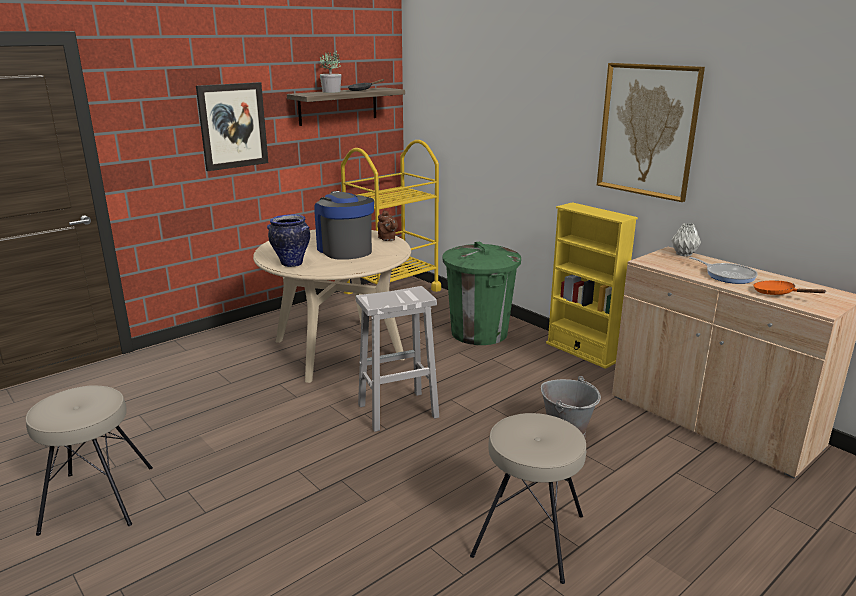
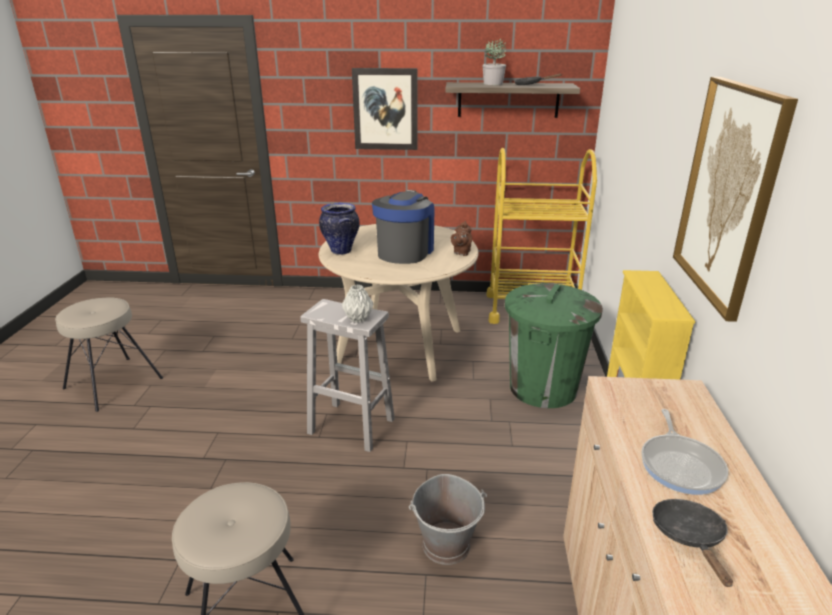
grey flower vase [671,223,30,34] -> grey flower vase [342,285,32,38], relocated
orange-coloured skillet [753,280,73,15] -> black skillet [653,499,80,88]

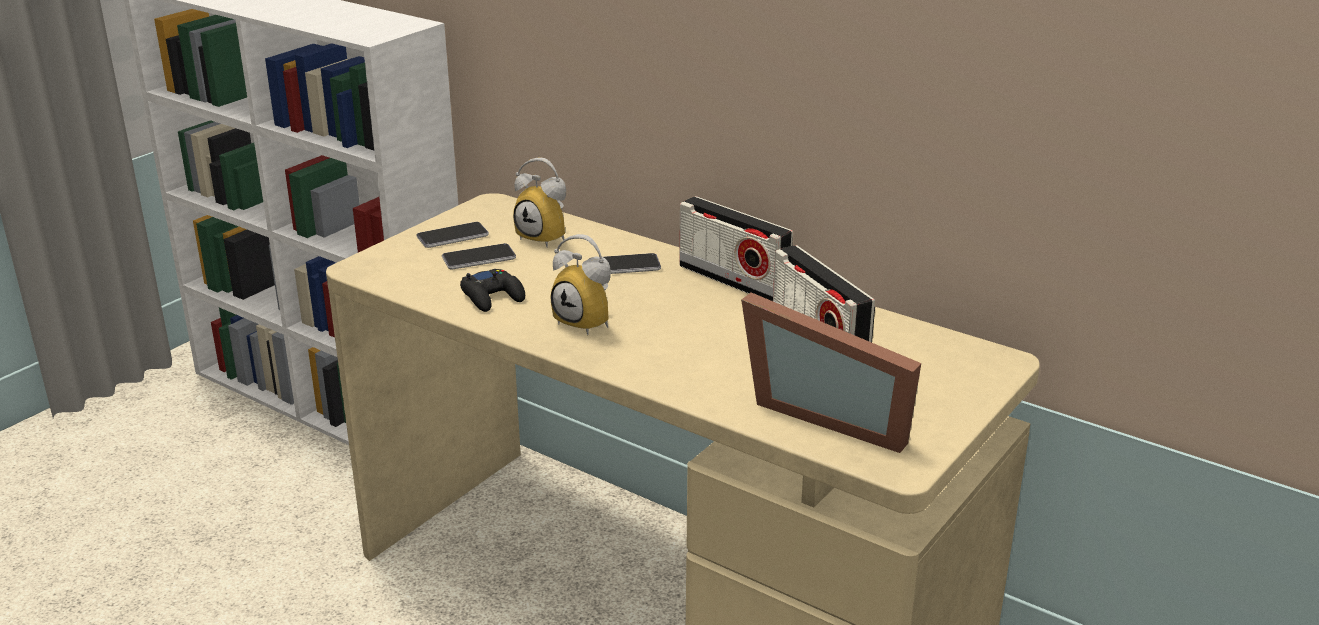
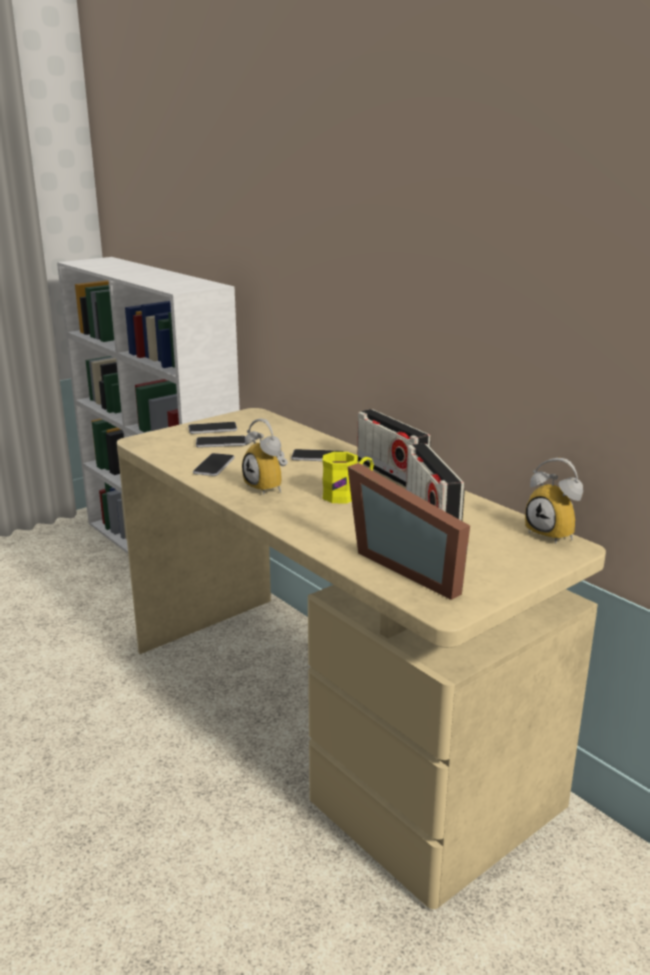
black game controller [460,269,65,43] -> telephone [193,453,42,23]
none -> yellowish mug [322,452,52,52]
table clock [513,158,53,90] -> table clock [525,458,58,86], relocated

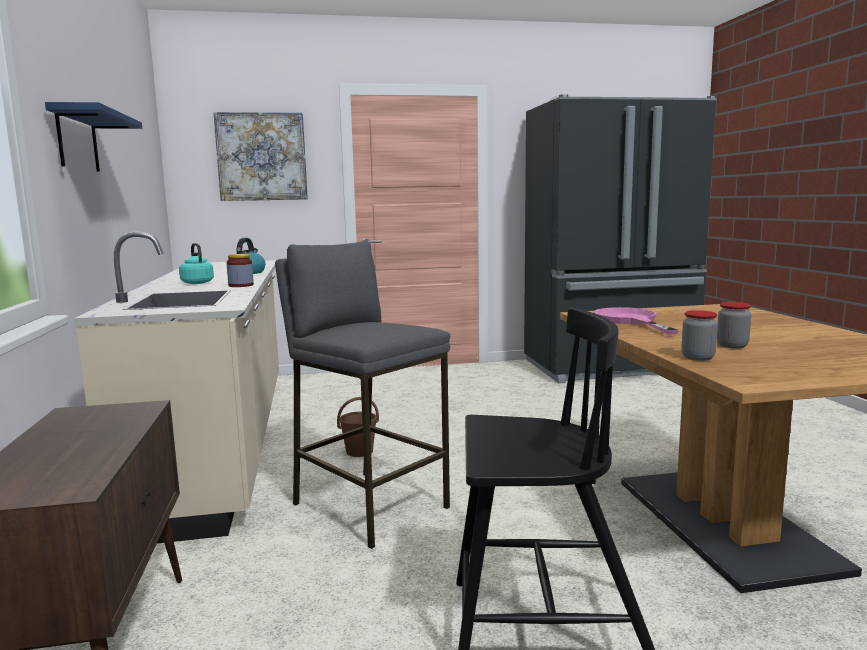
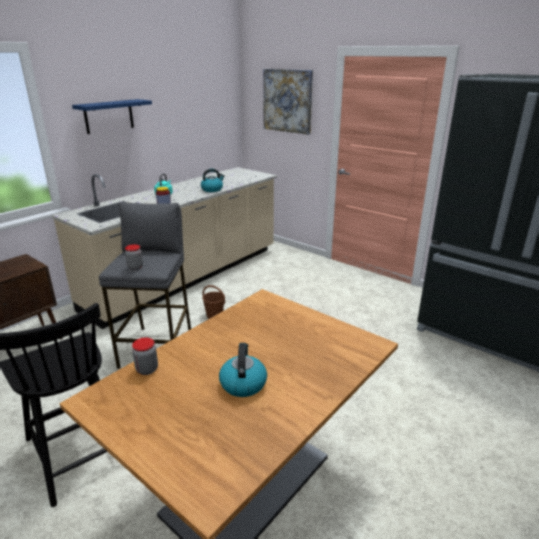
jar [717,302,34,47] -> jar [125,244,18,26], relocated
none -> kettle [219,343,48,54]
pink-coloured skillet [594,307,85,28] -> none

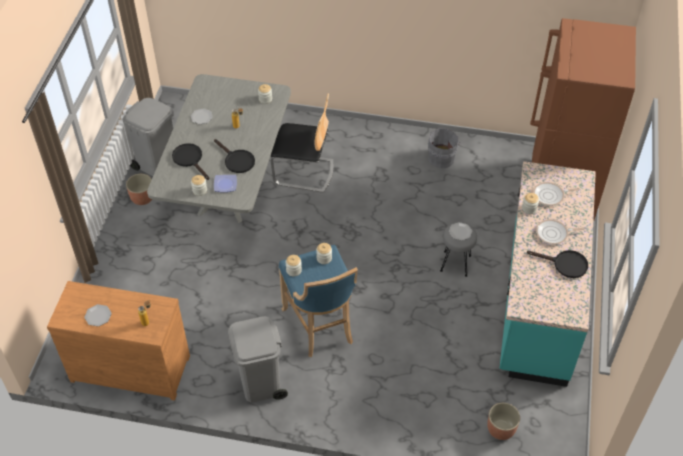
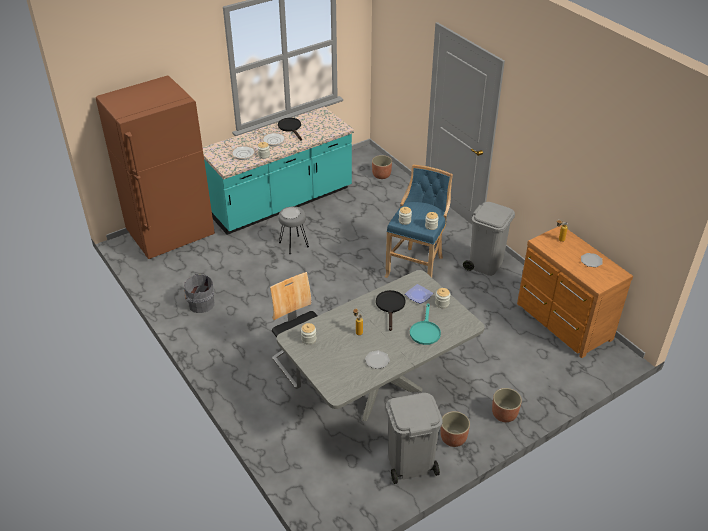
black skillet [172,143,37,37] -> turquoise-coloured skillet [410,303,31,42]
none -> flower pot [492,388,30,34]

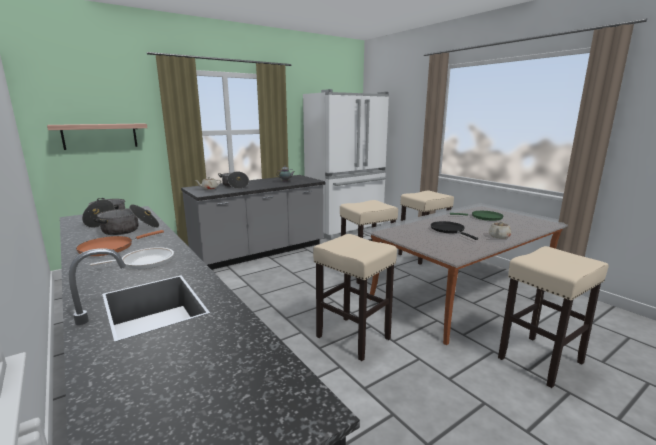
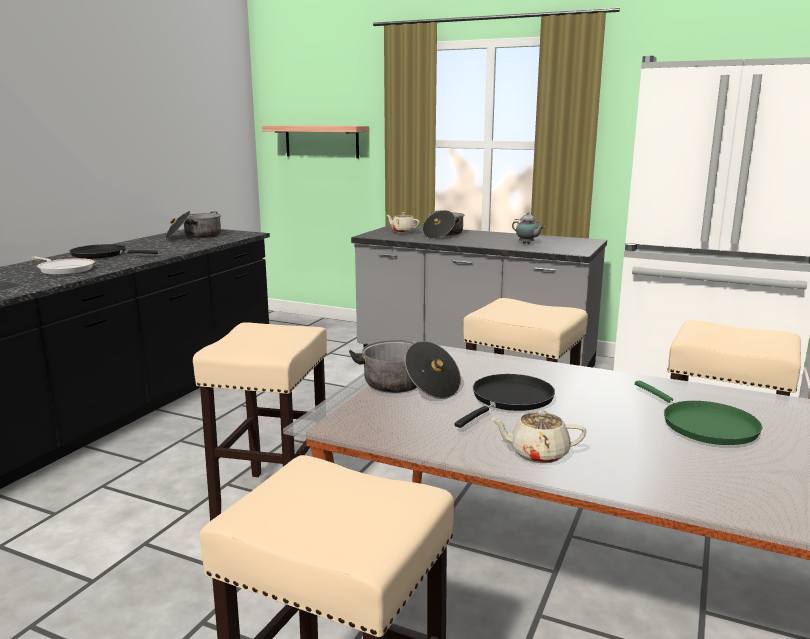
orange-coloured skillet [76,230,88,26] -> black skillet [70,244,88,15]
cooking pot [93,205,67,30] -> cooking pot [349,340,112,59], relocated

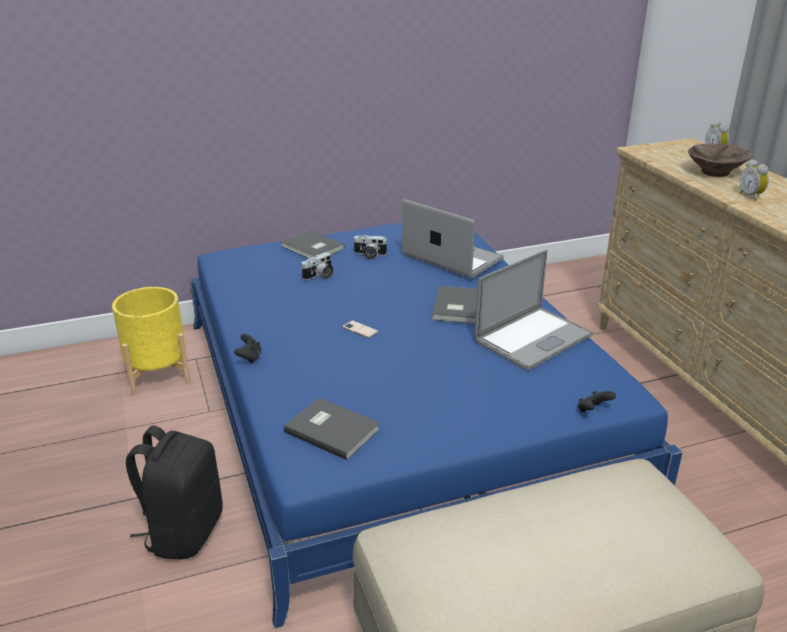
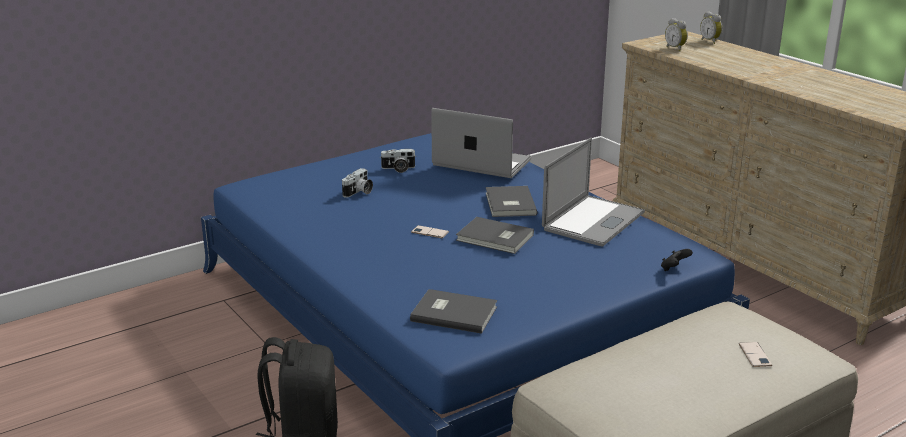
grey book [281,230,64,28] -> grey book [456,217,78,37], relocated
table clock [740,159,29,42] -> table clock [665,18,23,33], relocated
none -> telephone [739,342,33,25]
yellowish flower pot [112,287,79,108] -> none
black game controller [234,334,27,29] -> none
brownish bowl [688,143,64,34] -> none

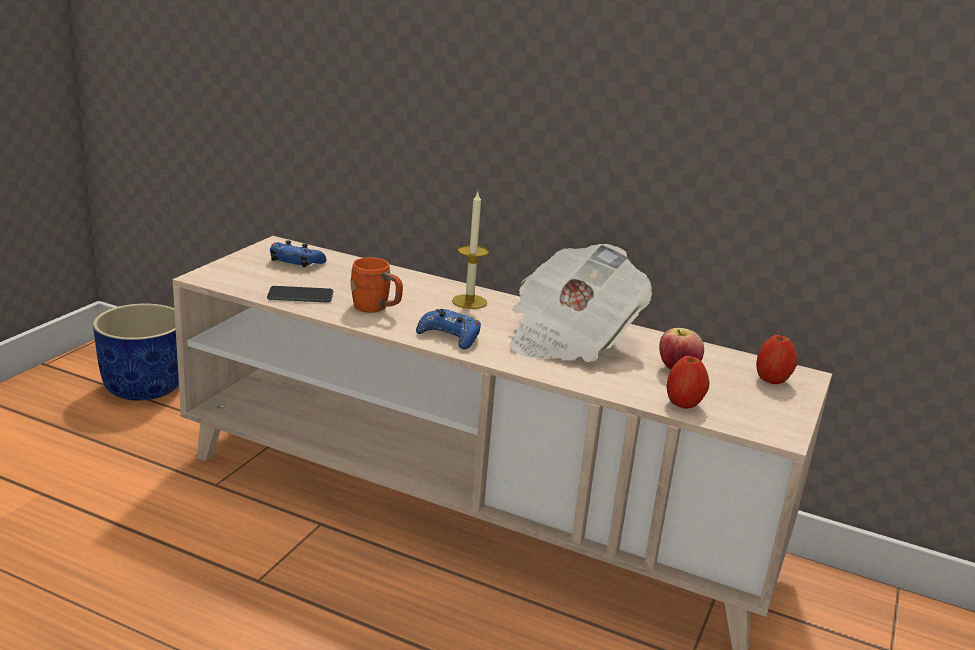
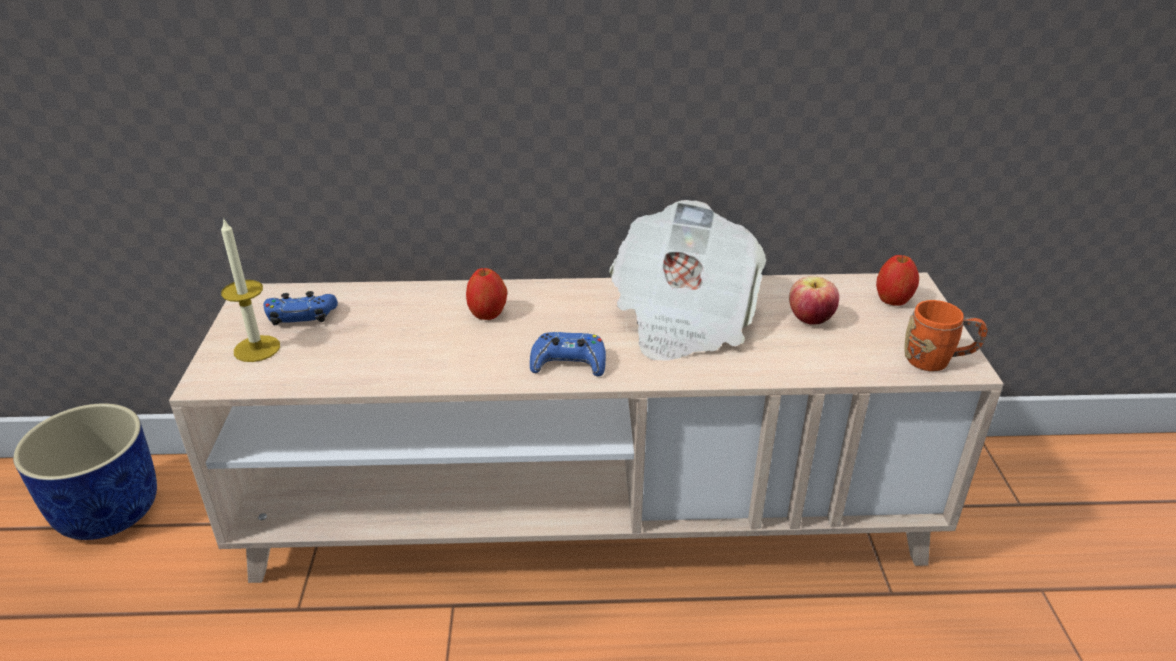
wax candle [452,192,37,117] -> wax candle [221,217,59,145], relocated
apple fruit [667,356,43,53] -> apple fruit [466,268,41,52], relocated
orange-coloured mug [350,257,53,56] -> orange-coloured mug [905,300,82,71], relocated
telephone [267,286,67,16] -> none

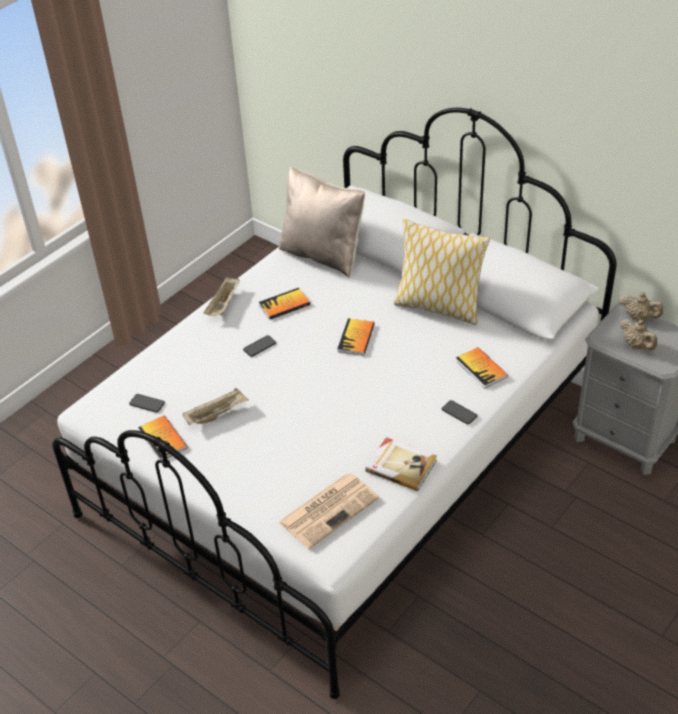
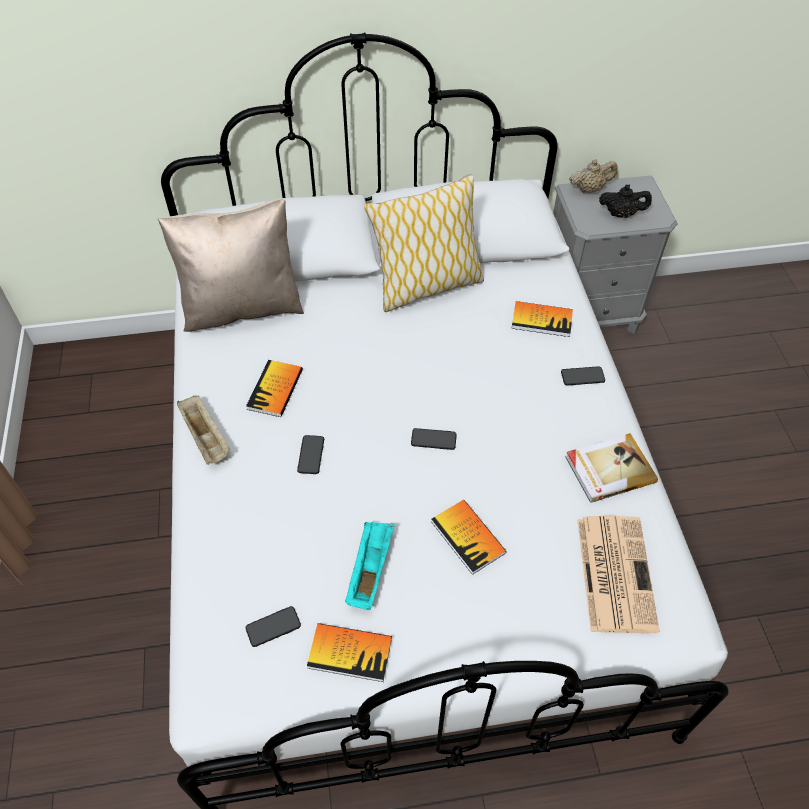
beige-coloured carrying tray [183,388,66,37] -> turquoise-coloured carrying tray [345,522,50,88]
none -> telephone [411,428,46,22]
book [337,319,38,37] -> book [431,500,76,75], relocated
beige-coloured tea pot [620,319,37,31] -> black tea pot [599,185,53,33]

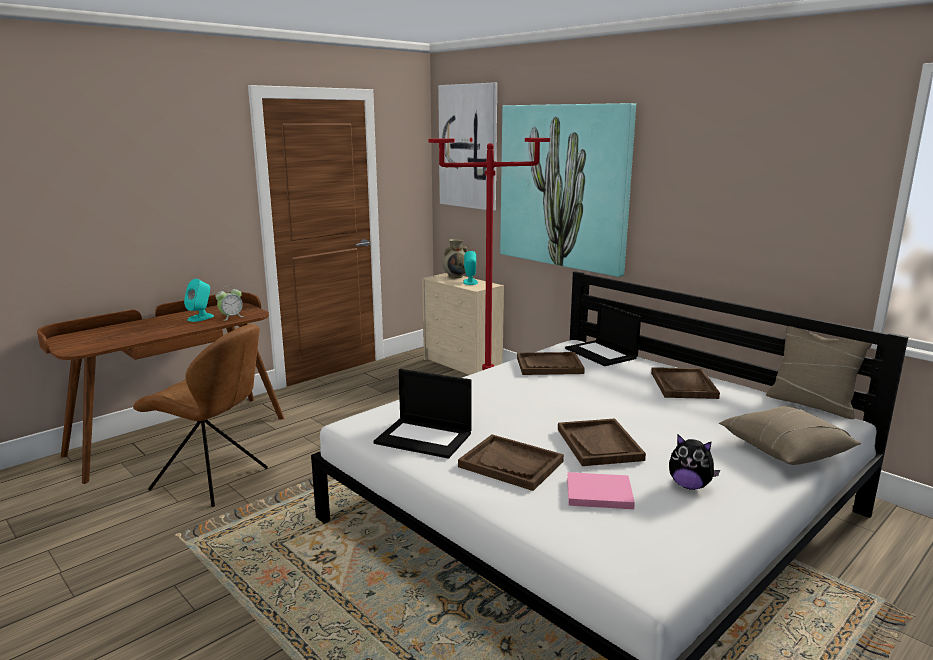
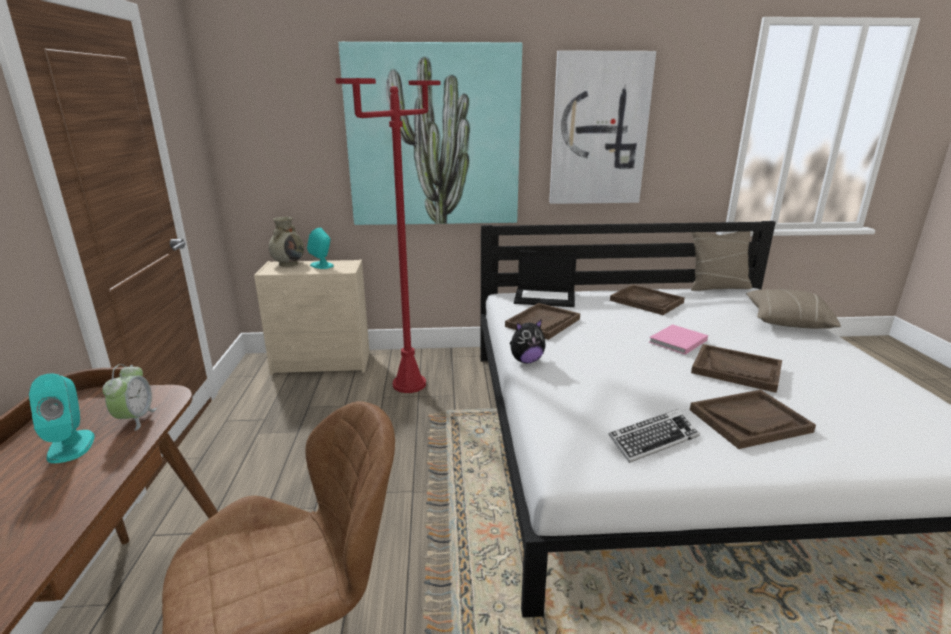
plush toy [669,435,51,55] -> plush toy [510,319,36,44], relocated
wall picture [438,82,59,129] -> wall picture [549,50,107,154], relocated
notebook computer [374,369,98,90] -> PC keyboard [608,409,92,54]
pink-coloured book [567,472,68,37] -> pink-coloured book [649,324,59,31], relocated

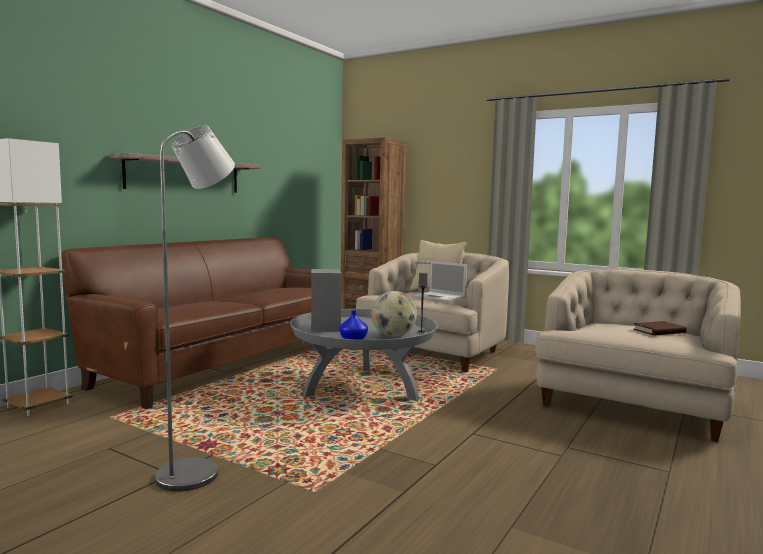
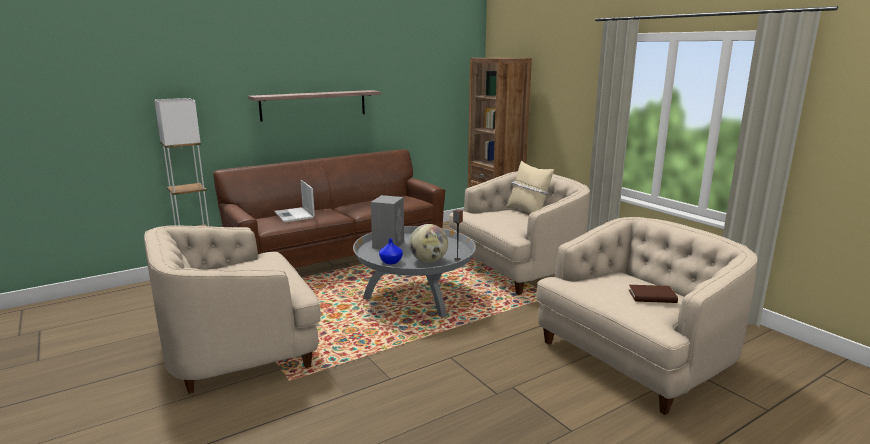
grey floor lamp [155,126,80,366] -> beige-coloured easy chair [144,225,177,169]
notebook computer [412,261,55,41] -> notebook computer [274,180,41,42], relocated

